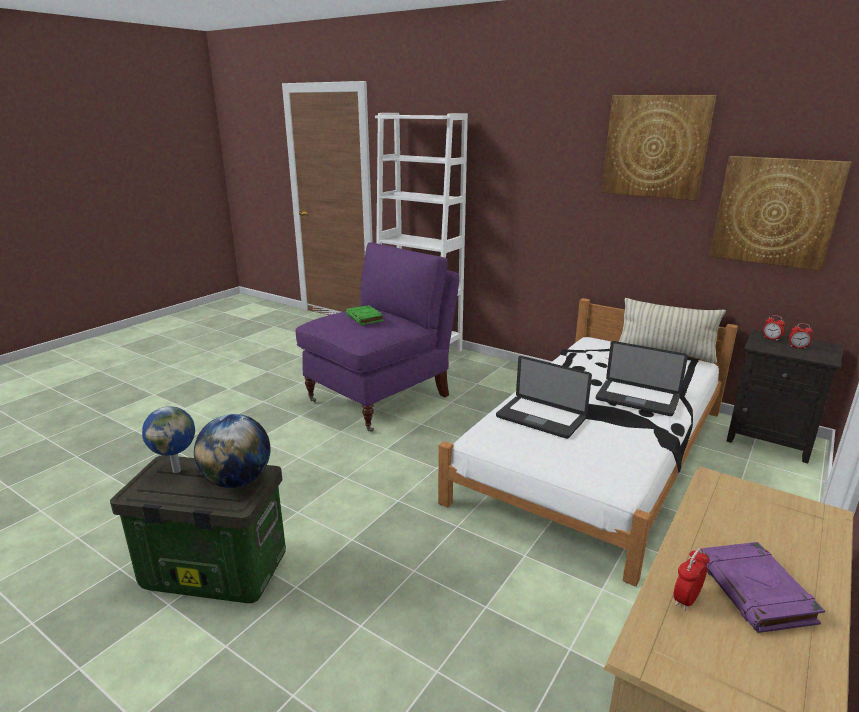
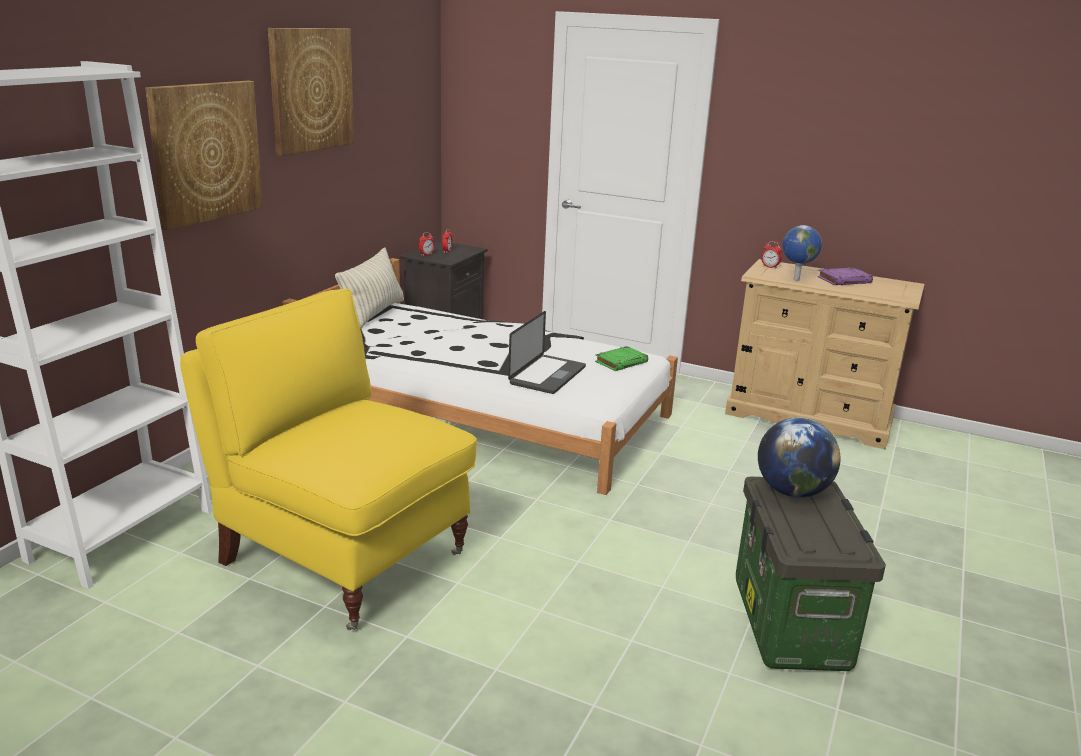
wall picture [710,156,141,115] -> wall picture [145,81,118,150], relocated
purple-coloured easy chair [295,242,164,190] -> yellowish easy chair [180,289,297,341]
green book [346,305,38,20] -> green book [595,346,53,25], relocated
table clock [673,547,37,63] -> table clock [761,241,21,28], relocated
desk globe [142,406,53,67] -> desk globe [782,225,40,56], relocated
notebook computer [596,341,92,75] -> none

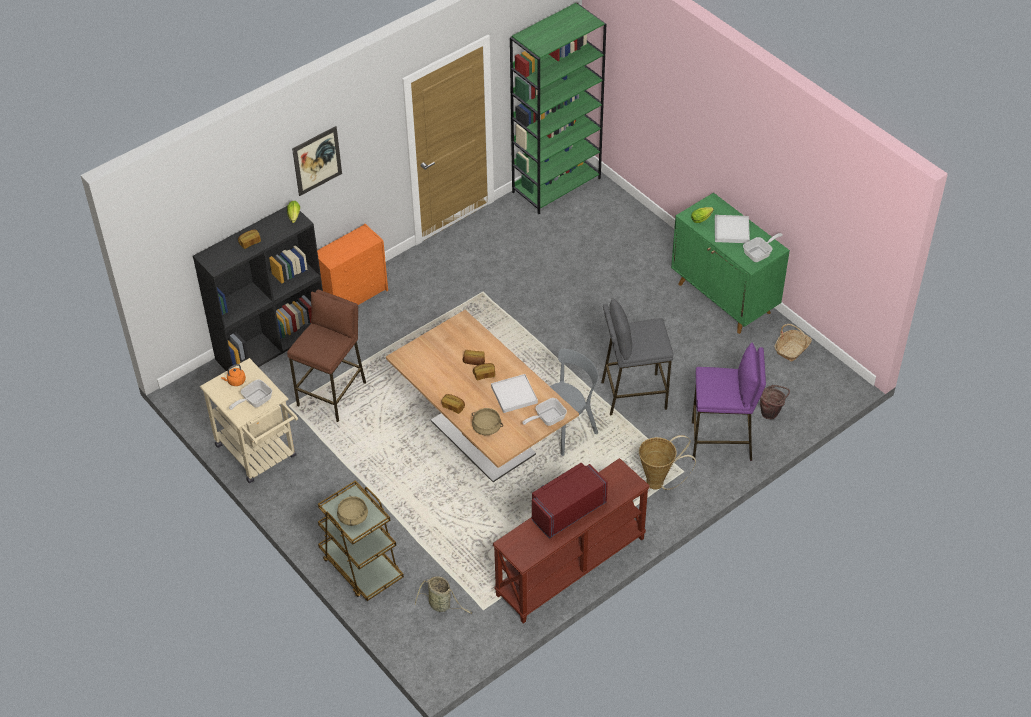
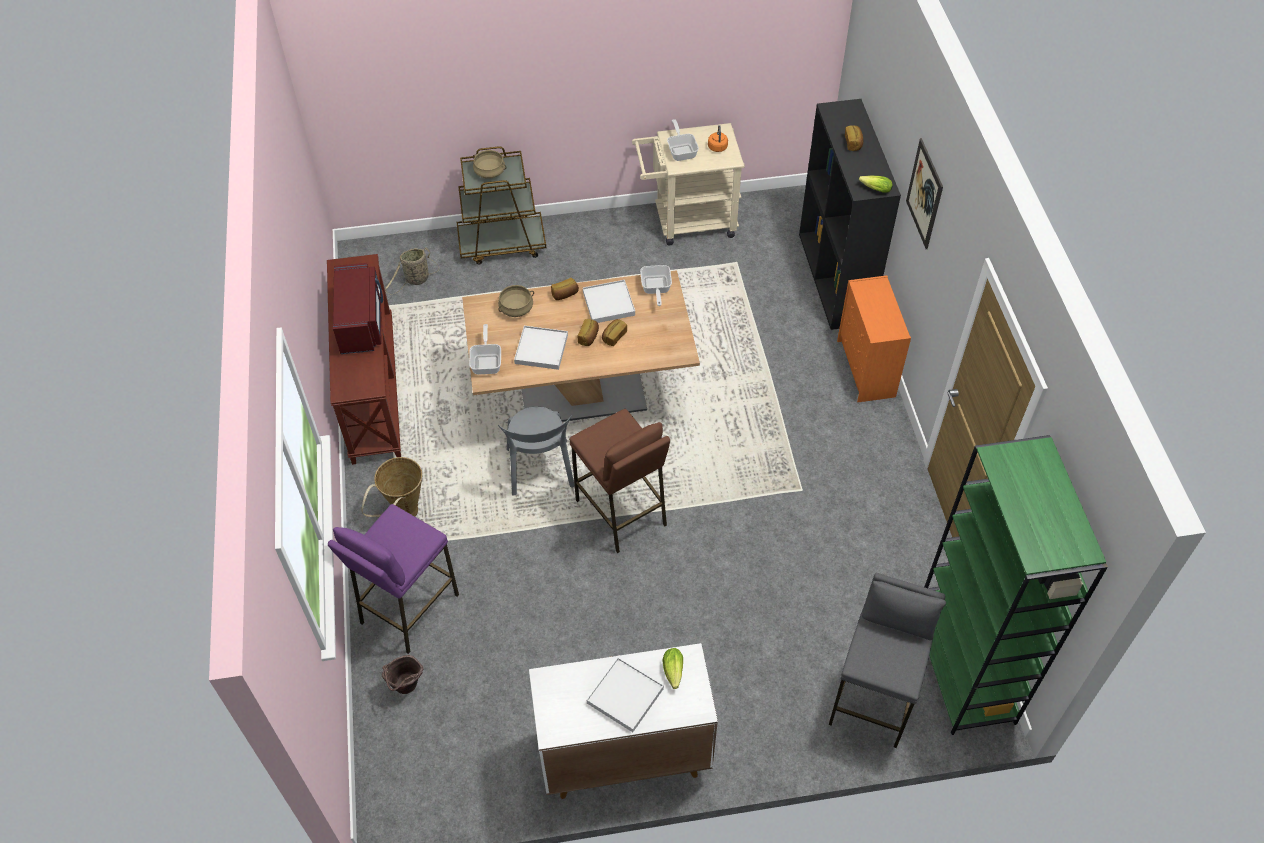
green cabinet [671,193,119,141] -> white-coloured cabinet [529,643,189,156]
brownish sitting stool [287,289,79,133] -> brownish sitting stool [569,409,101,144], relocated
none -> white-coloured carrying tray [583,280,52,43]
skillet [743,233,39,29] -> skillet [640,265,32,41], relocated
grey sitting stool [601,298,72,118] -> grey sitting stool [829,573,117,175], relocated
basket [775,324,37,38] -> none

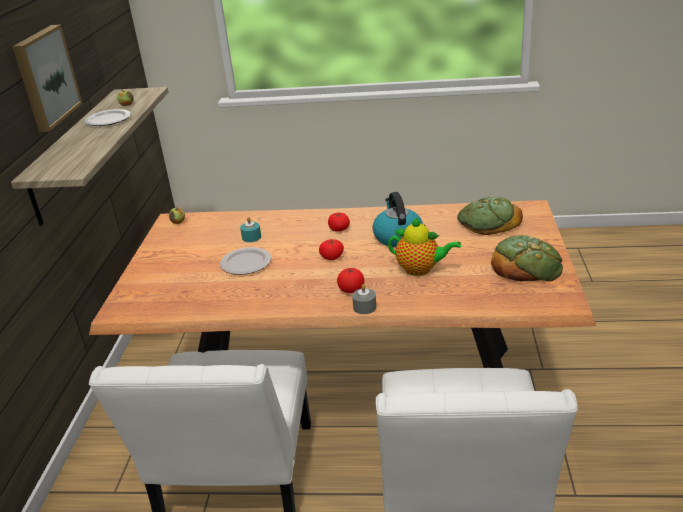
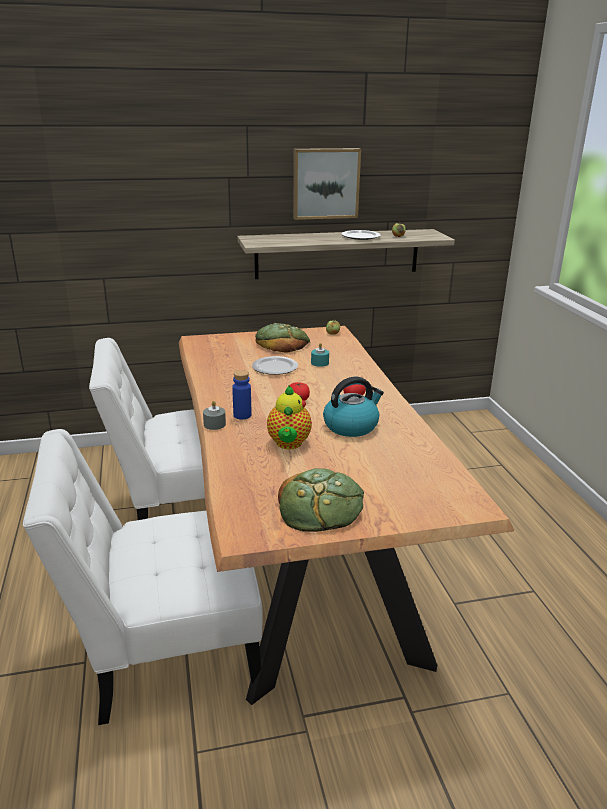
fresh tomato [337,268,27,25] -> blue drink bottle [232,370,19,49]
baked bread [457,196,66,39] -> baked bread [255,323,55,30], relocated

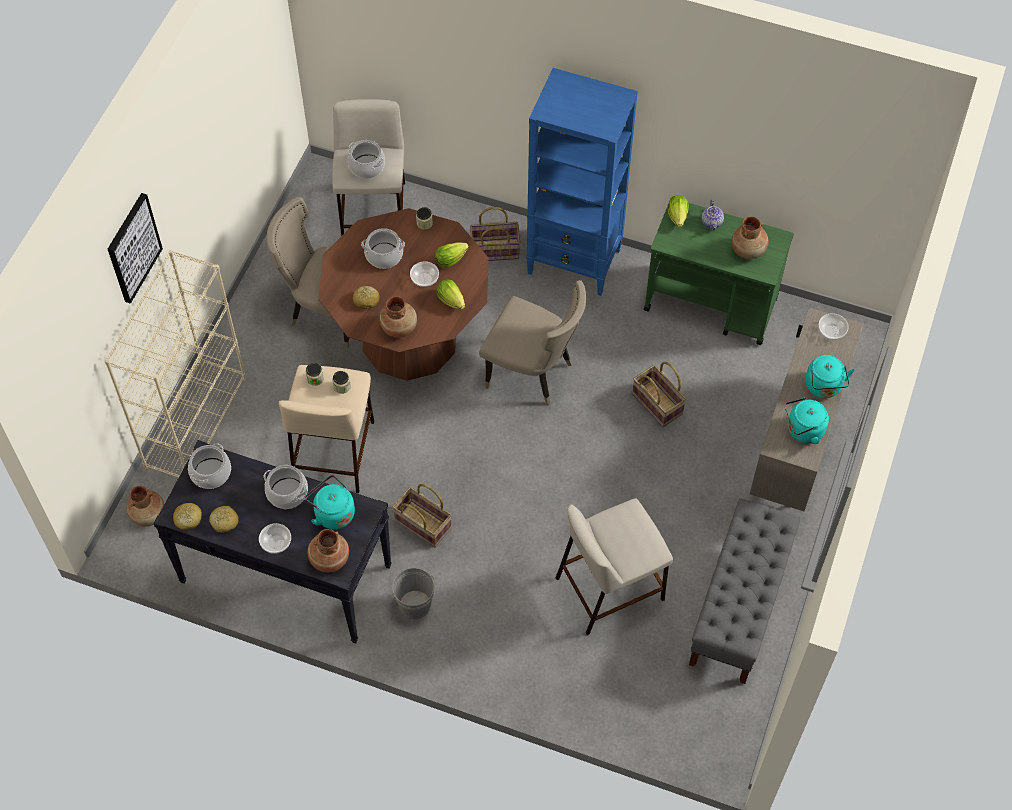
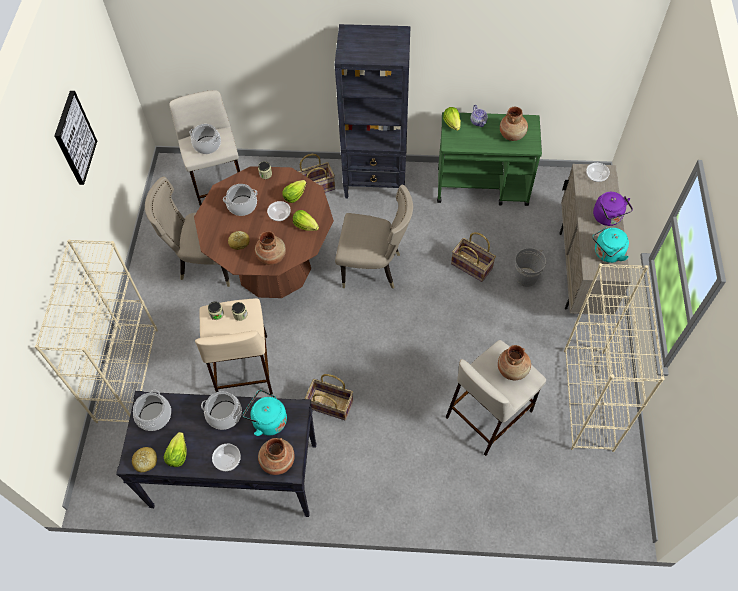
wall picture [108,193,55,111] -> wall picture [54,91,43,94], relocated
baked bread [209,506,30,27] -> lettuce head [164,432,23,35]
blue shelving unit [526,68,112,228] -> black shelving unit [334,24,77,174]
brownish flower vase [127,486,37,41] -> brownish flower vase [498,345,33,35], relocated
grey bucket [392,568,44,51] -> grey bucket [515,248,31,39], relocated
grey bench [689,499,111,185] -> beige-coloured shelving unit [564,263,101,189]
turquoise-coloured kettle [805,355,49,43] -> purple-coloured kettle [593,192,40,34]

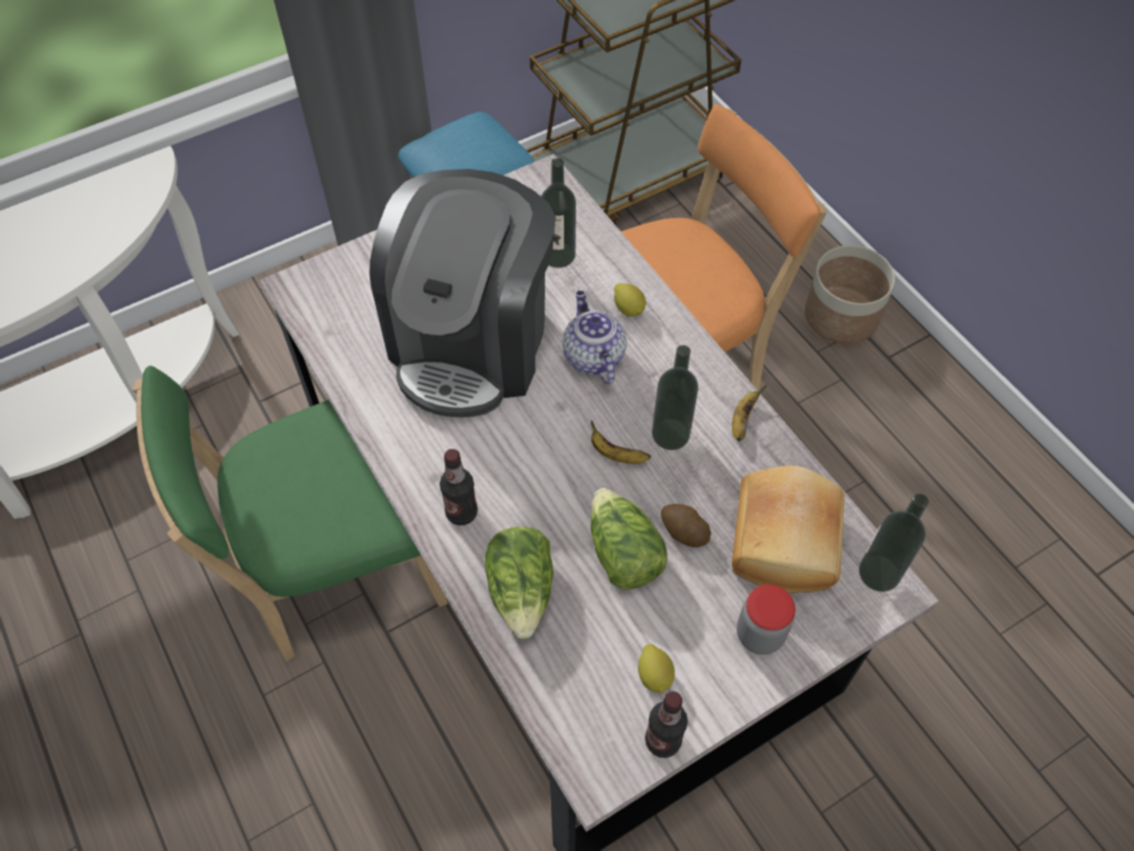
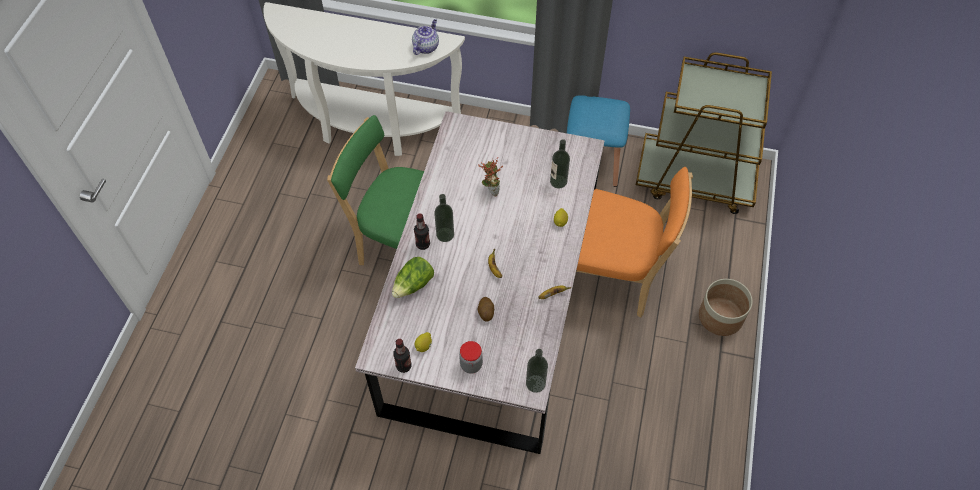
tea pot [563,291,63,93] -> tea pot [412,19,27,36], relocated
drink bottle [652,345,47,105] -> drink bottle [434,194,20,48], relocated
coffee brewer [369,169,187,248] -> houseplant [478,157,25,40]
lettuce head [591,488,77,102] -> none
baked bread [732,465,112,128] -> none

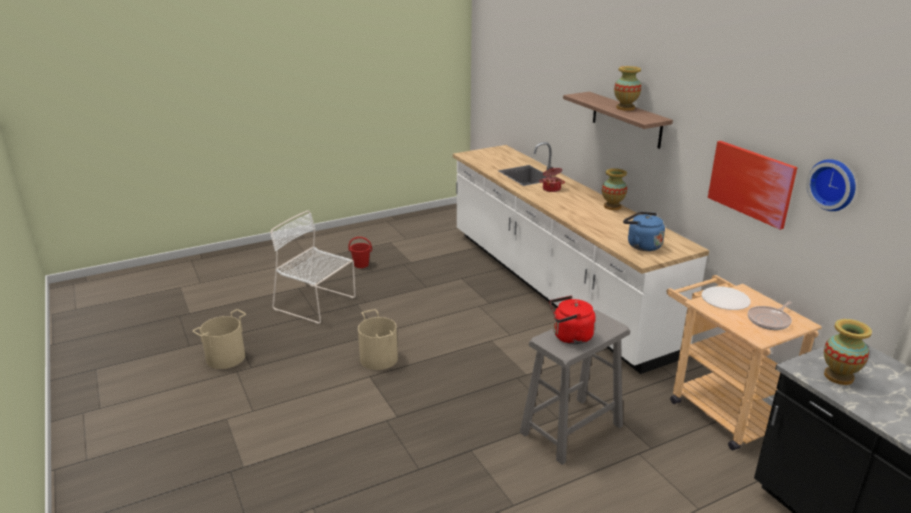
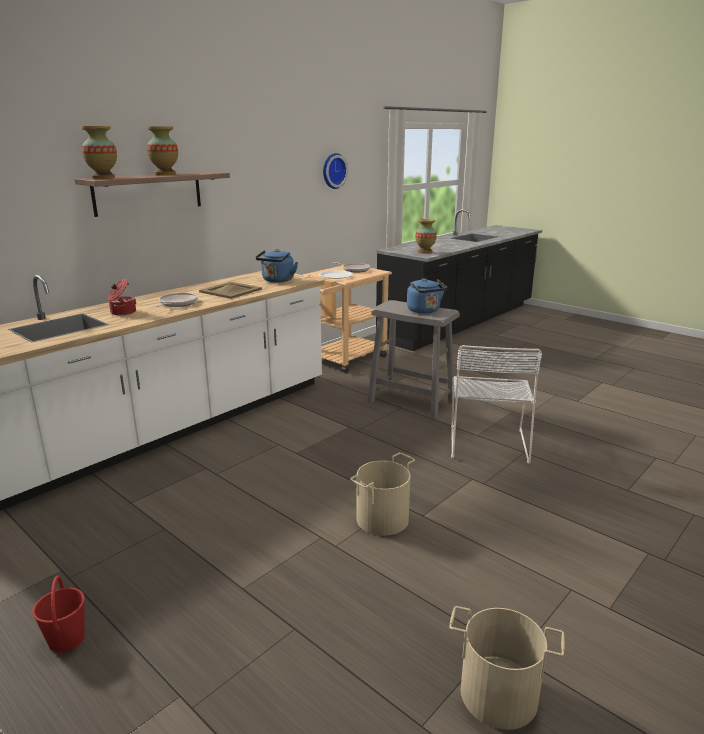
flower vase [602,168,25,42] -> flower vase [81,126,36,53], relocated
none -> skillet [157,293,41,14]
none -> beige-coloured carrying tray [199,282,63,17]
red kettle [549,296,47,48] -> blue kettle [407,278,40,35]
white-coloured chair [271,210,85,114] -> white-coloured chair [451,345,91,119], relocated
wall picture [708,141,89,89] -> none

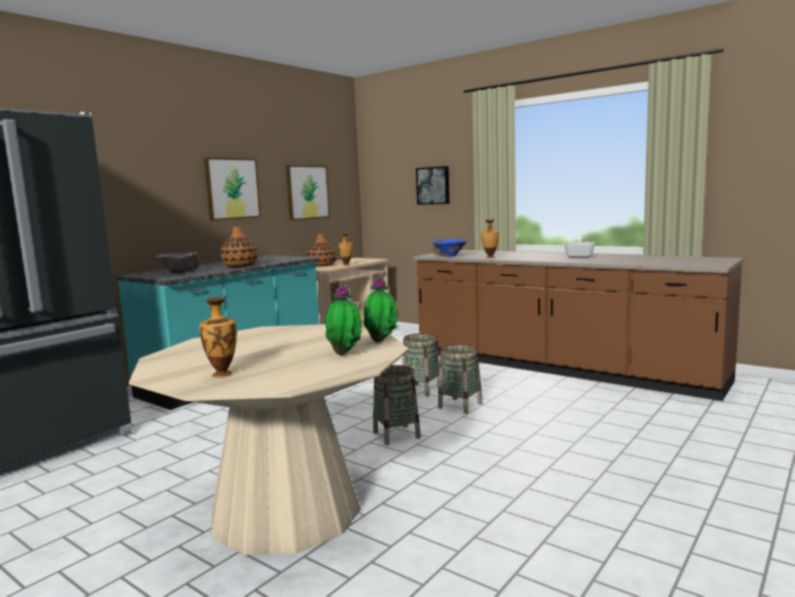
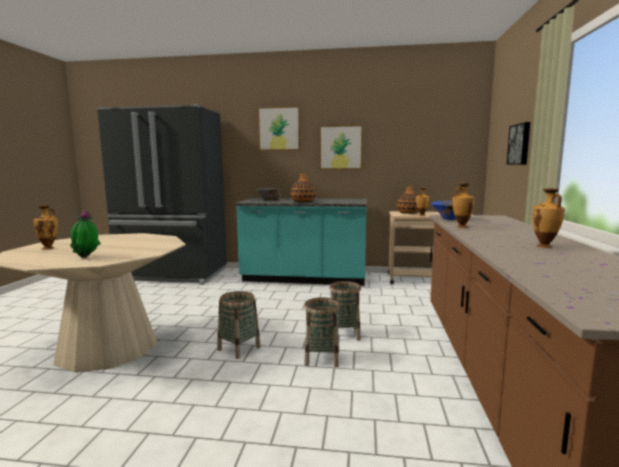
wall picture [286,165,44,56] -> wall picture [257,106,44,45], relocated
skillet [564,237,31,21] -> flower vase [532,188,33,60]
houseplant [363,276,35,67] -> none

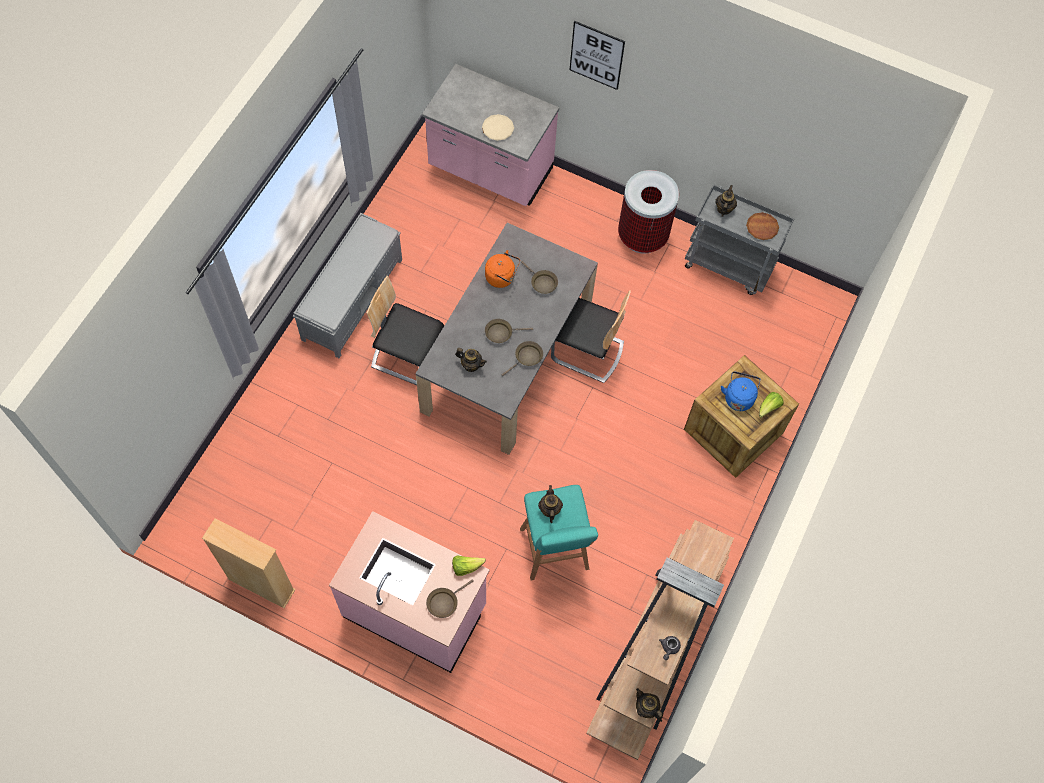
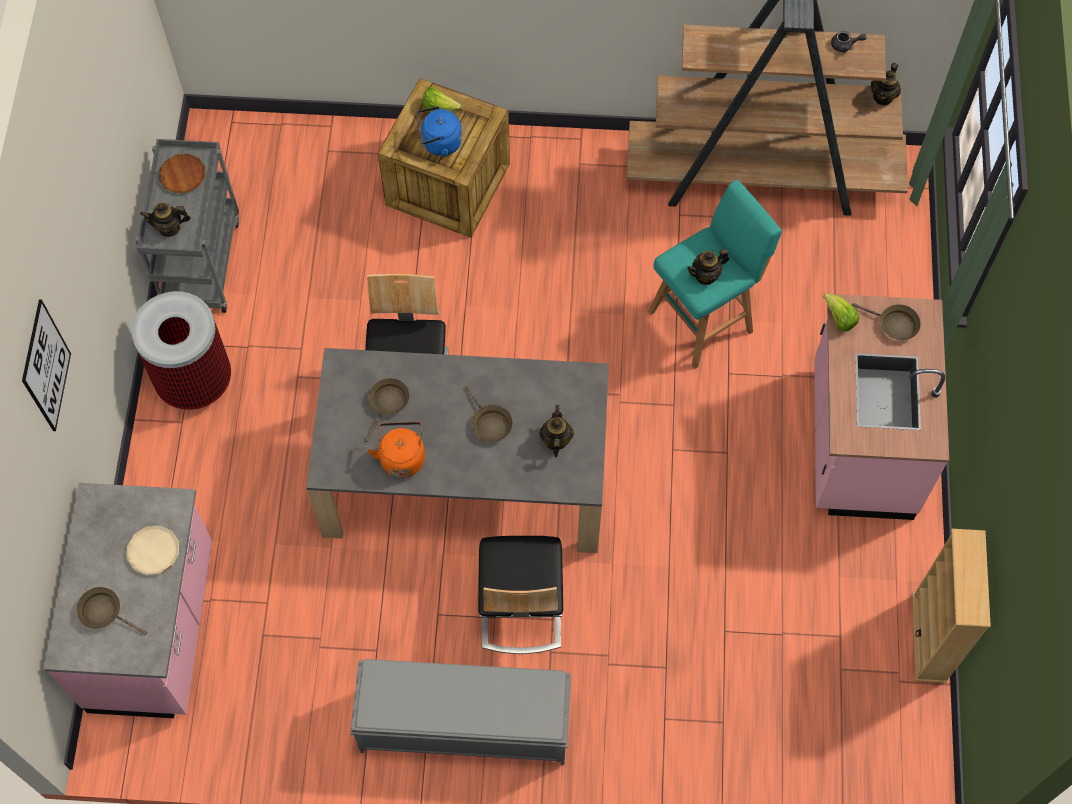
brownish skillet [501,341,42,35] -> brownish skillet [76,587,71,48], relocated

